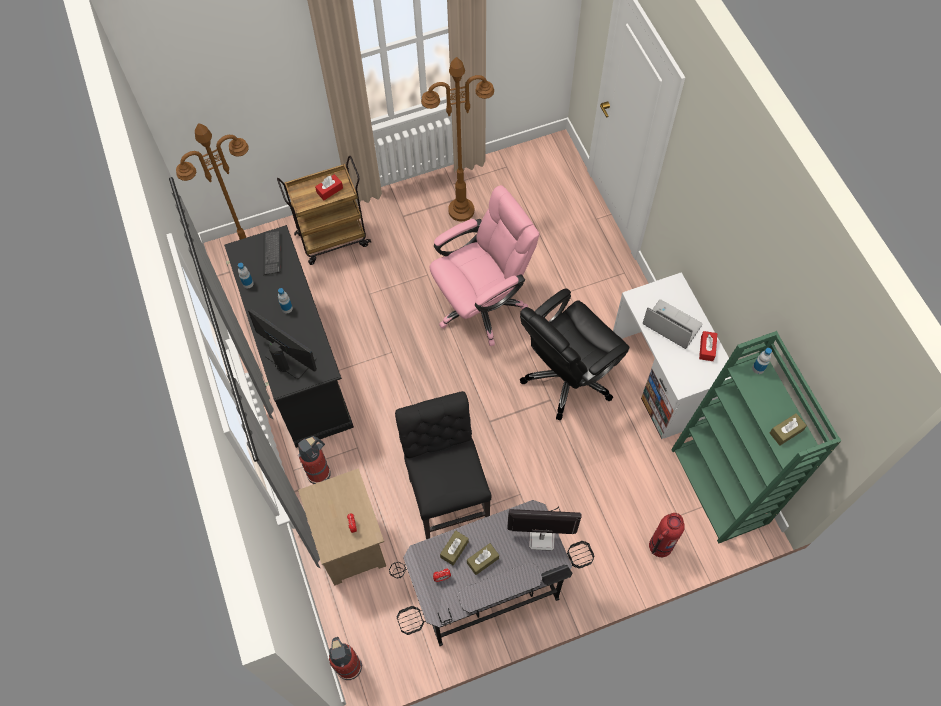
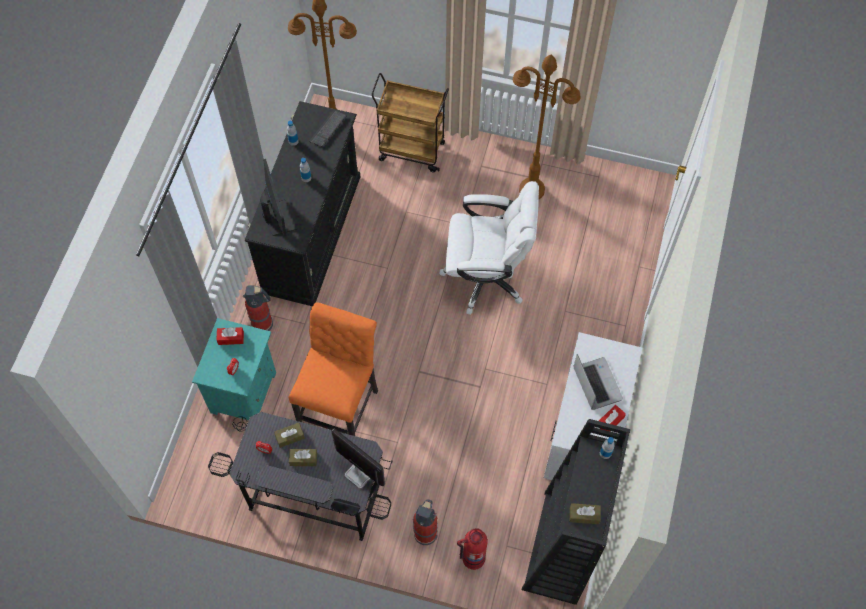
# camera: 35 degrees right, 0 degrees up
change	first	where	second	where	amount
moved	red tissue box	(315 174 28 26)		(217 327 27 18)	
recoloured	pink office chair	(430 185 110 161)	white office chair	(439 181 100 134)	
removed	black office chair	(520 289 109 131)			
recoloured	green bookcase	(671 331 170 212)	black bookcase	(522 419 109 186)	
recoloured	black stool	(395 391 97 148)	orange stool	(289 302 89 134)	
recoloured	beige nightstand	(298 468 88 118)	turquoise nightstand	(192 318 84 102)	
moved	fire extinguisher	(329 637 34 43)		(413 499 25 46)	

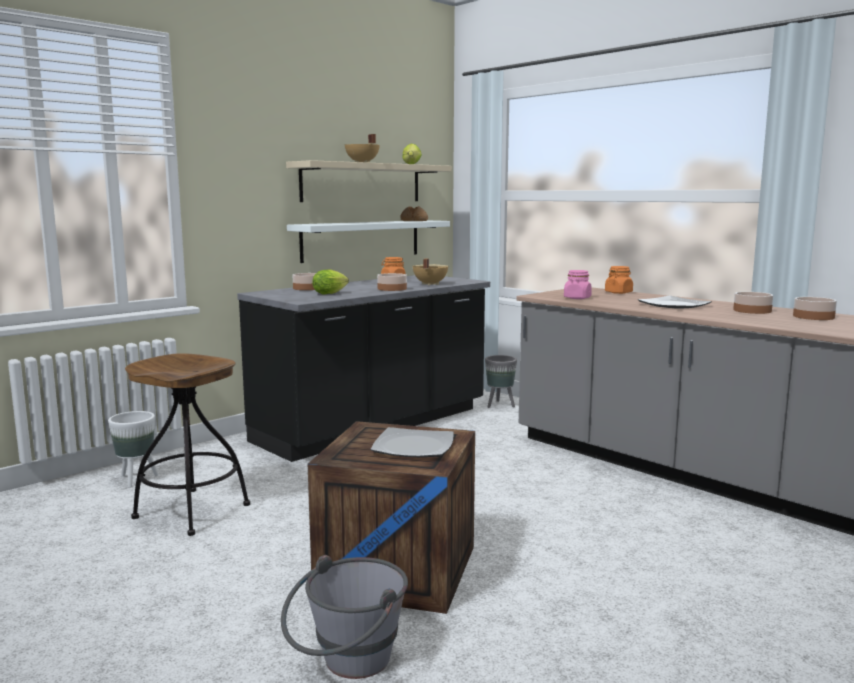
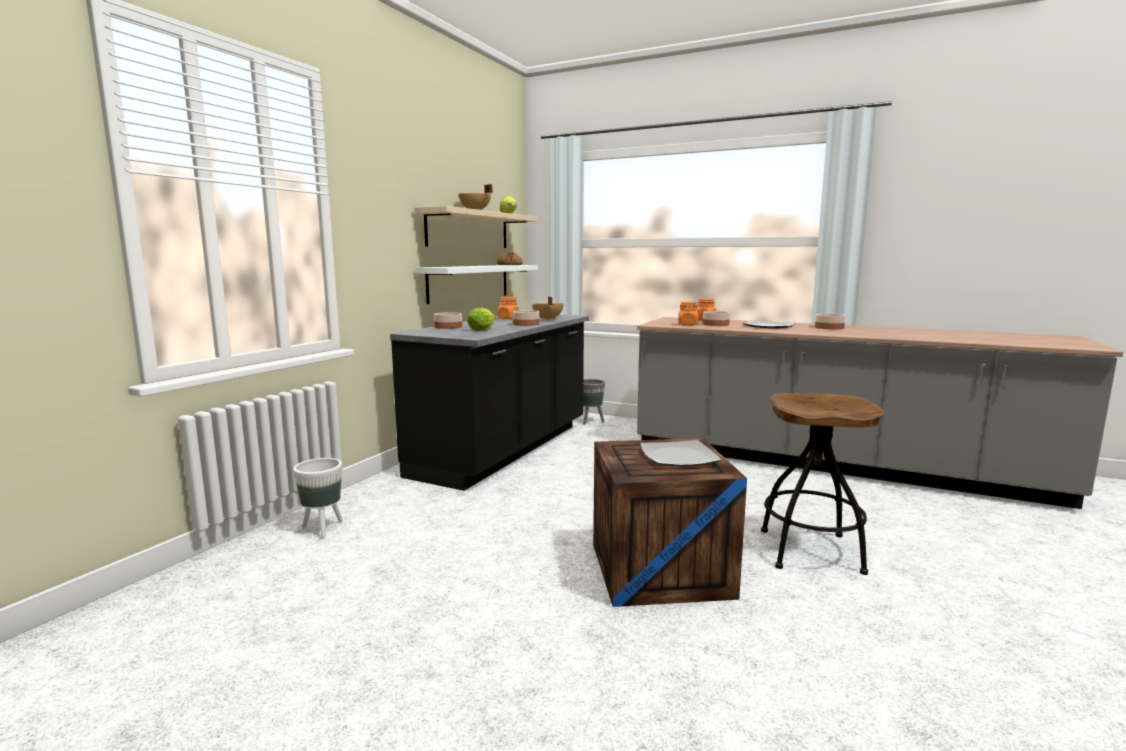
# camera: 20 degrees left, 0 degrees up
change	first	where	second	where	amount
recoloured	pink jar	(564 270 28 29)	orange jar	(678 302 20 24)	
moved	bowl	(793 297 44 23)		(703 311 27 15)	
moved	brown stool	(125 353 125 183)		(761 393 124 182)	
removed	grey bucket	(281 555 127 124)			

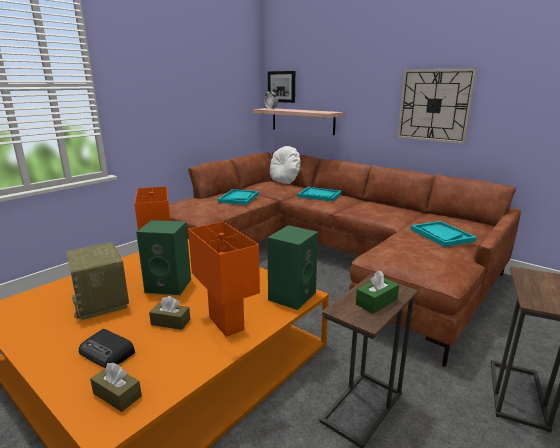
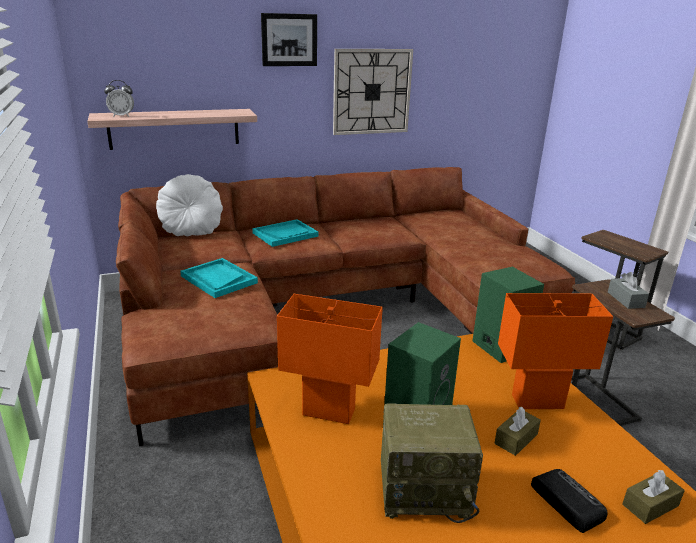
# camera: 60 degrees left, 5 degrees up
change	first	where	second	where	amount
moved	picture	(268 71 27 32)		(261 13 56 53)	
removed	turquoise tray	(411 221 66 26)			
recoloured	green tissue box	(356 270 43 44)	grey tissue box	(608 272 41 37)	
turned	radio	(79 329 56 39)		(531 469 76 64)	90 degrees counterclockwise

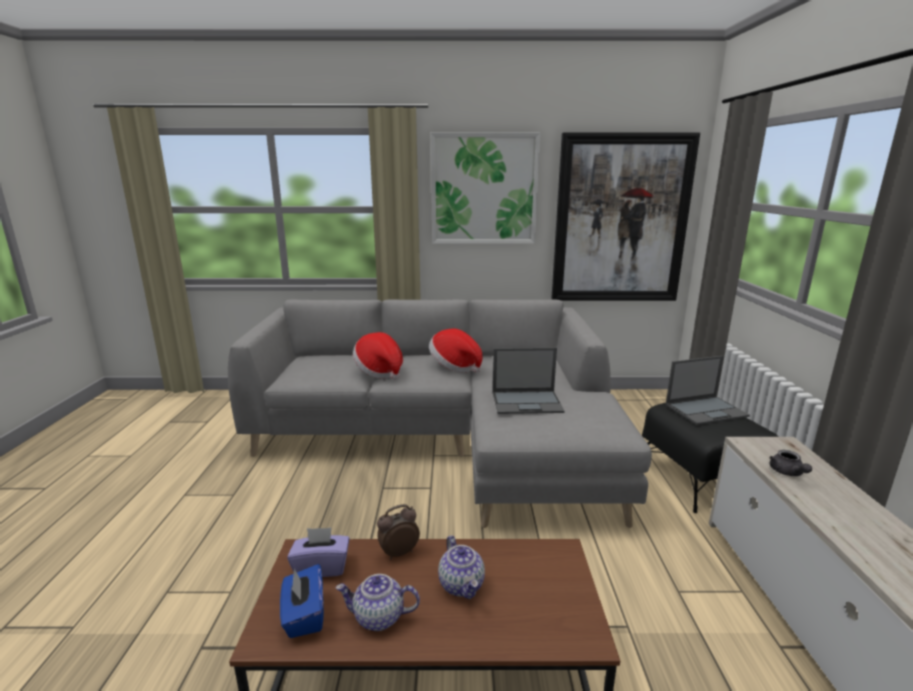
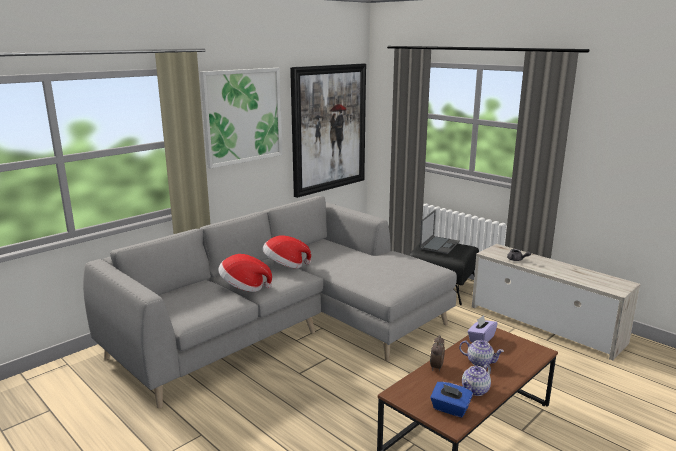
# camera: 45 degrees left, 0 degrees up
change	first	where	second	where	amount
removed	laptop	(493 348 72 66)			
moved	purple tissue box	(287 528 63 49)		(468 315 30 27)	

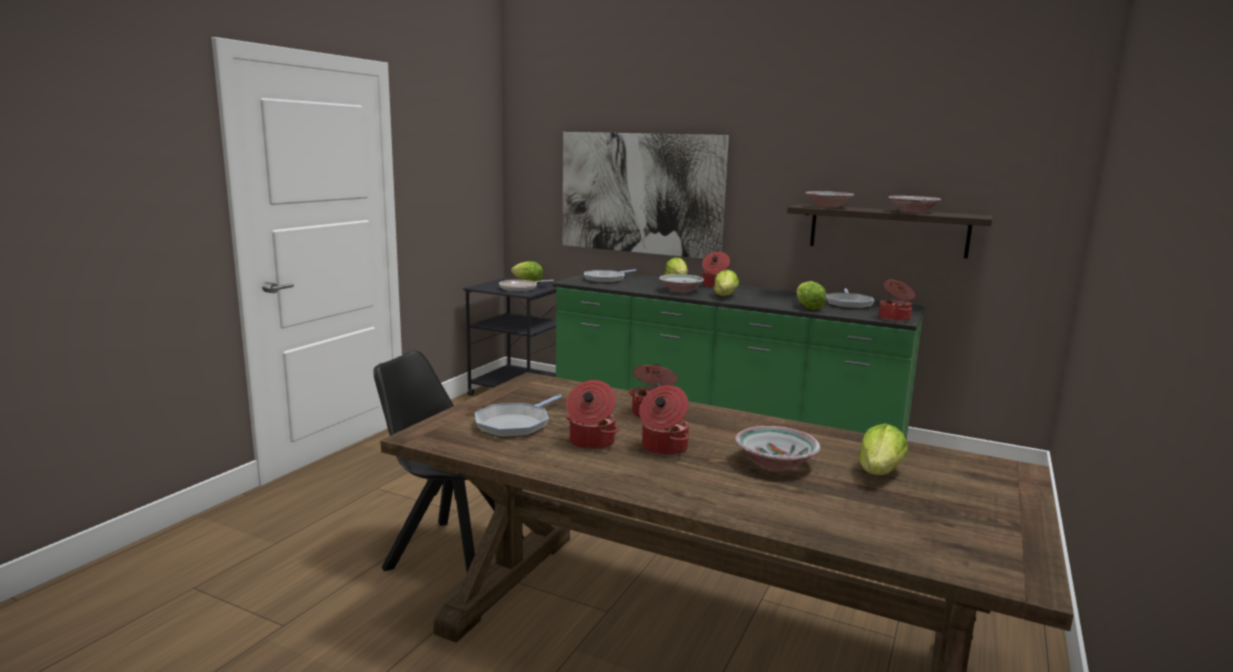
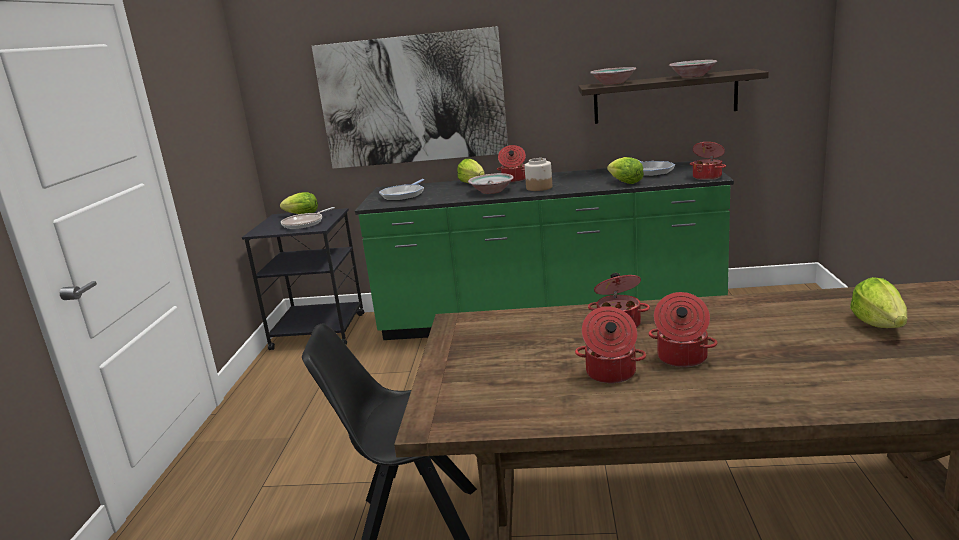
# camera: 20 degrees left, 5 degrees up
change	first	where	second	where	amount
replaced	lettuce	(714 269 25 27)	jar	(524 158 28 33)	
removed	frying pan	(475 394 87 44)			
removed	bowl	(735 426 85 45)			

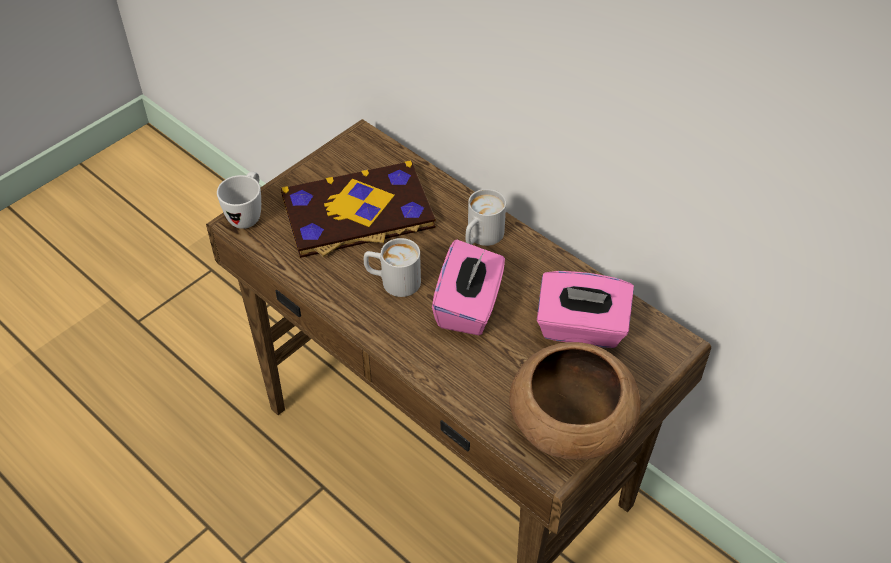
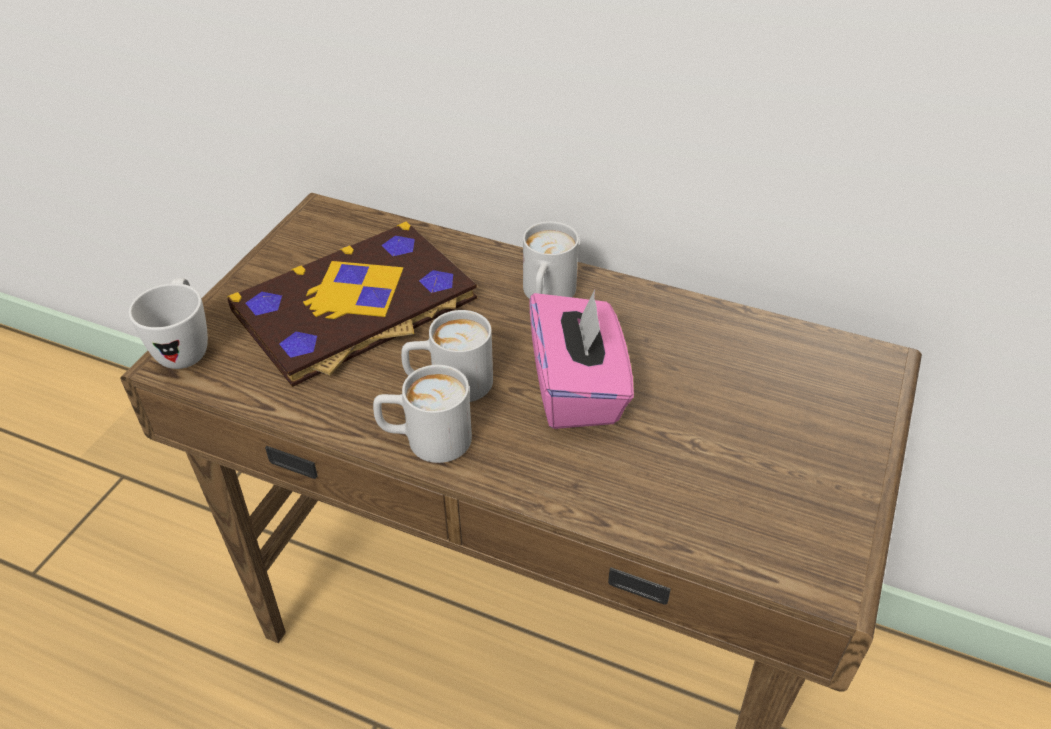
# camera: 20 degrees left, 5 degrees down
change	first	where	second	where	amount
removed	pink tissue box	(537 271 97 77)			
removed	brown bowl	(509 342 132 118)			
added			white mug	(373 365 99 98)	

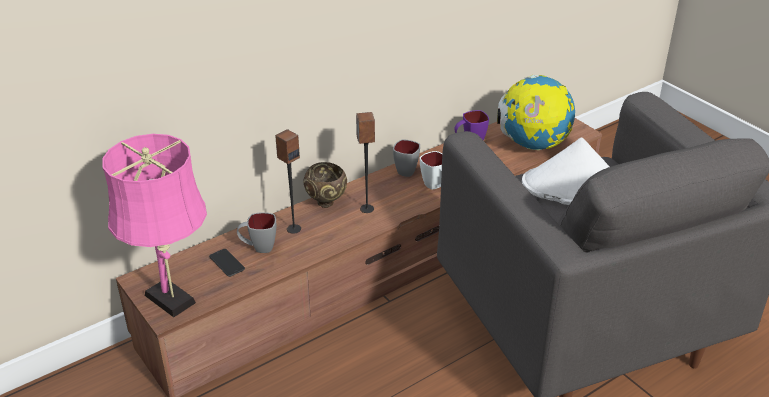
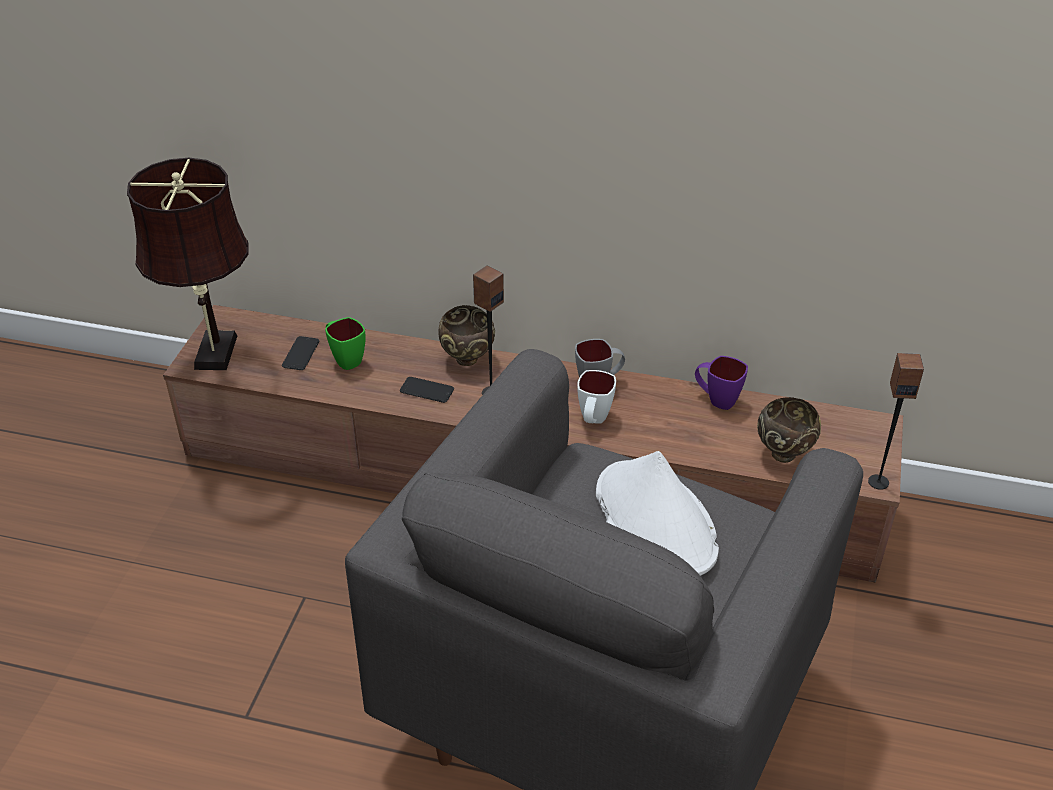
# camera: 50 degrees right, 5 degrees up
change	first	where	second	where	amount
replaced	globe	(497 75 78 75)	brown bowl	(757 397 64 66)	
moved	speaker	(275 129 26 105)		(868 353 56 137)	
recoloured	pink table lamp	(102 134 105 184)	brown table lamp	(127 158 121 212)	
recoloured	grey mug	(237 212 39 41)	green mug	(325 317 41 53)	
added			phone	(400 377 54 26)	

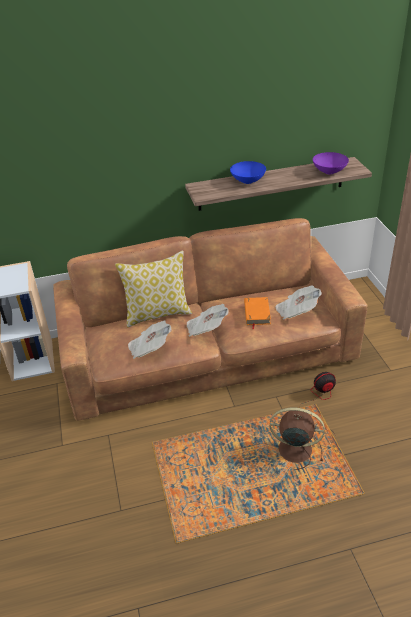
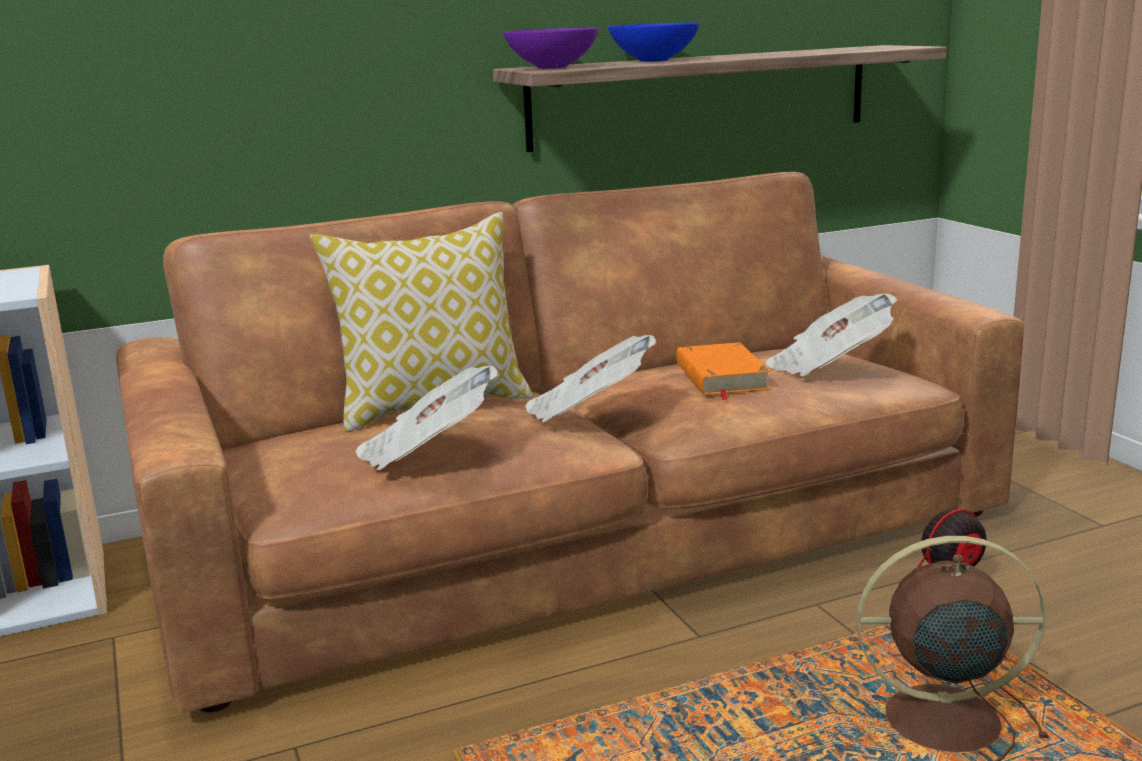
# camera: 10 degrees left, 20 degrees down
change	first	where	second	where	amount
moved	purple bowl	(313 152 36 22)		(503 28 96 41)	

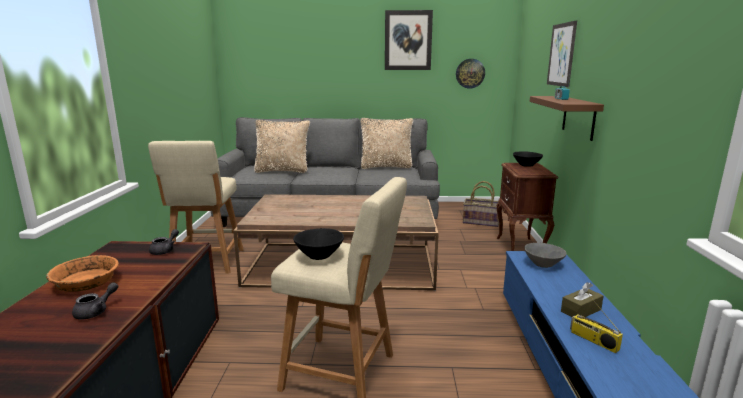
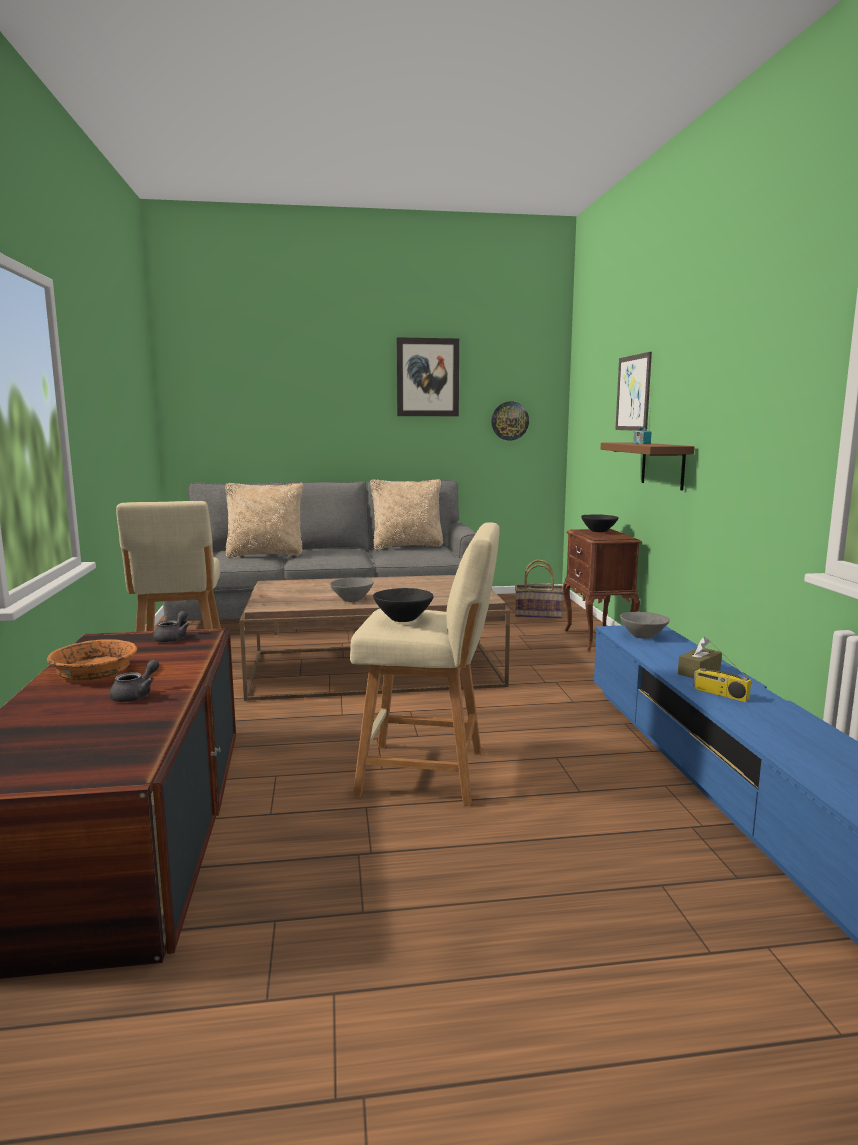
# camera: 10 degrees left, 5 degrees down
change	first	where	second	where	amount
added			grey bowl	(330 577 44 25)	

